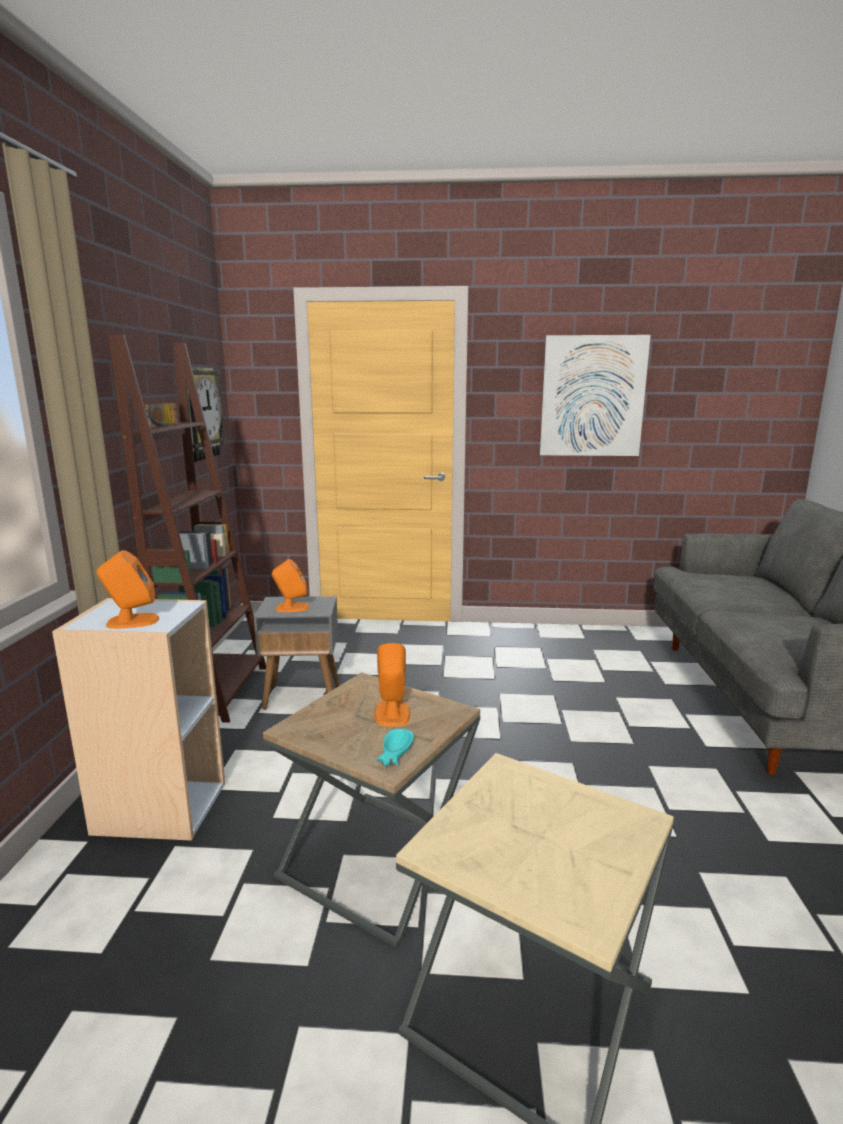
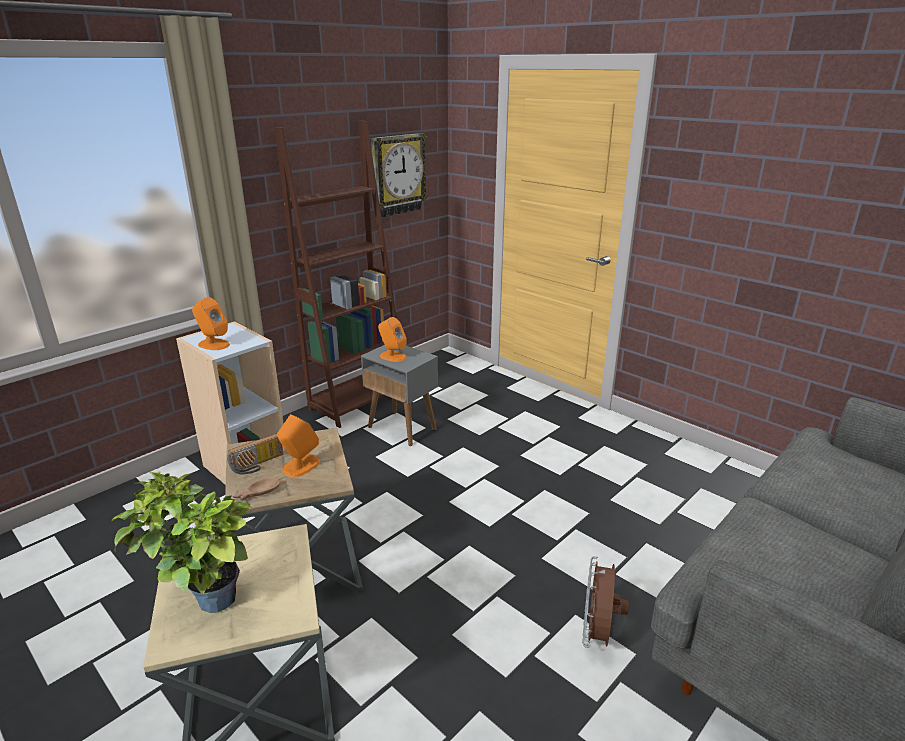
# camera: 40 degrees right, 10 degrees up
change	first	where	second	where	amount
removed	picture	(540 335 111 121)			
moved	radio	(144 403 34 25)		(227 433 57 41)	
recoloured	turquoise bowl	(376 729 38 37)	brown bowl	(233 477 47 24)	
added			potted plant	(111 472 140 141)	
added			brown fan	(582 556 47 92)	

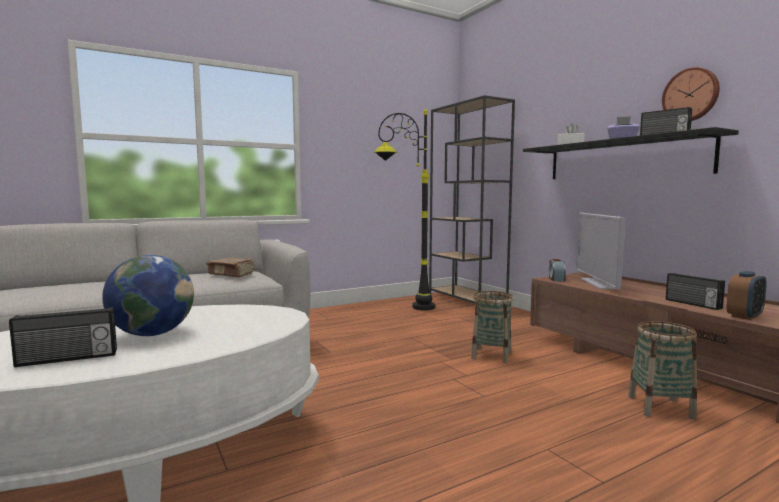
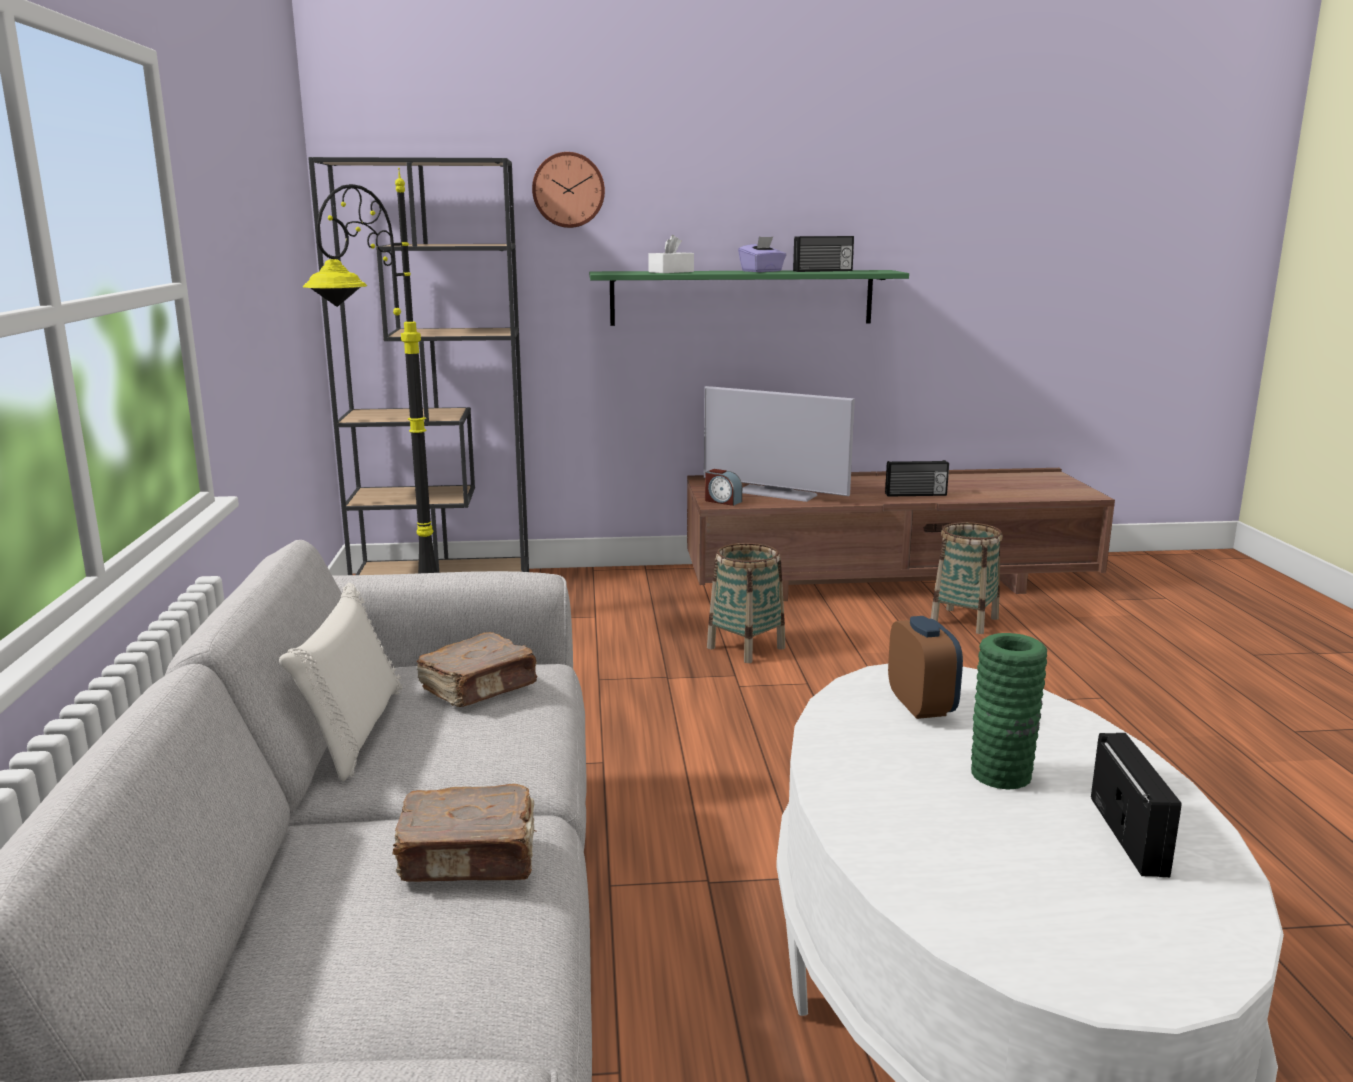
# camera: 65 degrees left, 10 degrees up
change	first	where	second	where	amount
moved	wall clock	(662 67 58 54)		(532 152 73 76)	
recoloured	black shelf	(523 127 216 52)	green shelf	(589 270 320 56)	
replaced	globe	(102 255 92 81)	green vase	(971 633 76 156)	
moved	alarm clock	(727 271 40 49)		(888 616 75 103)	
added			white pillow	(279 583 124 198)	
added			brown book	(392 784 146 98)	

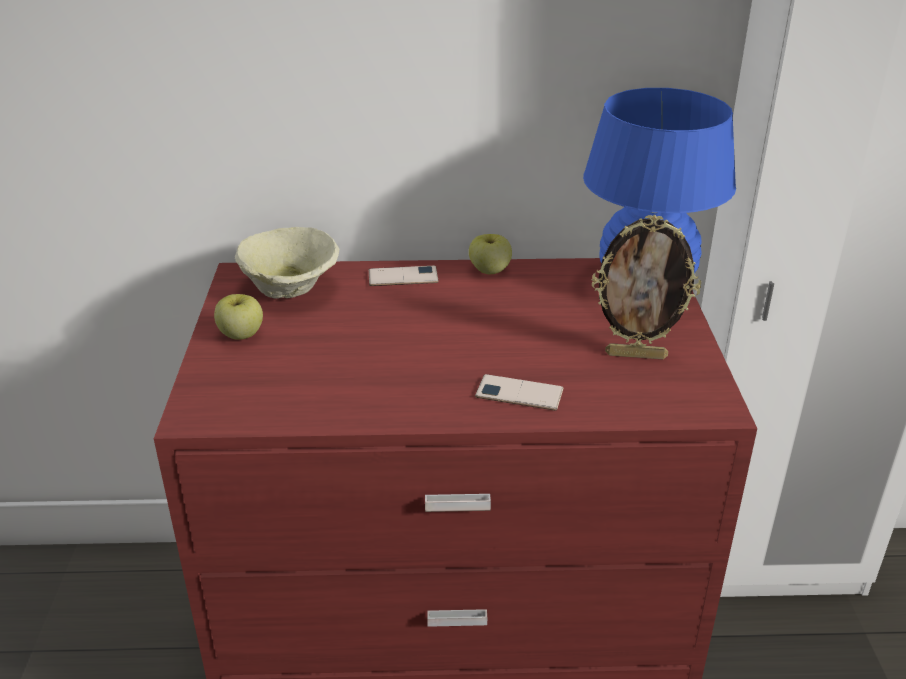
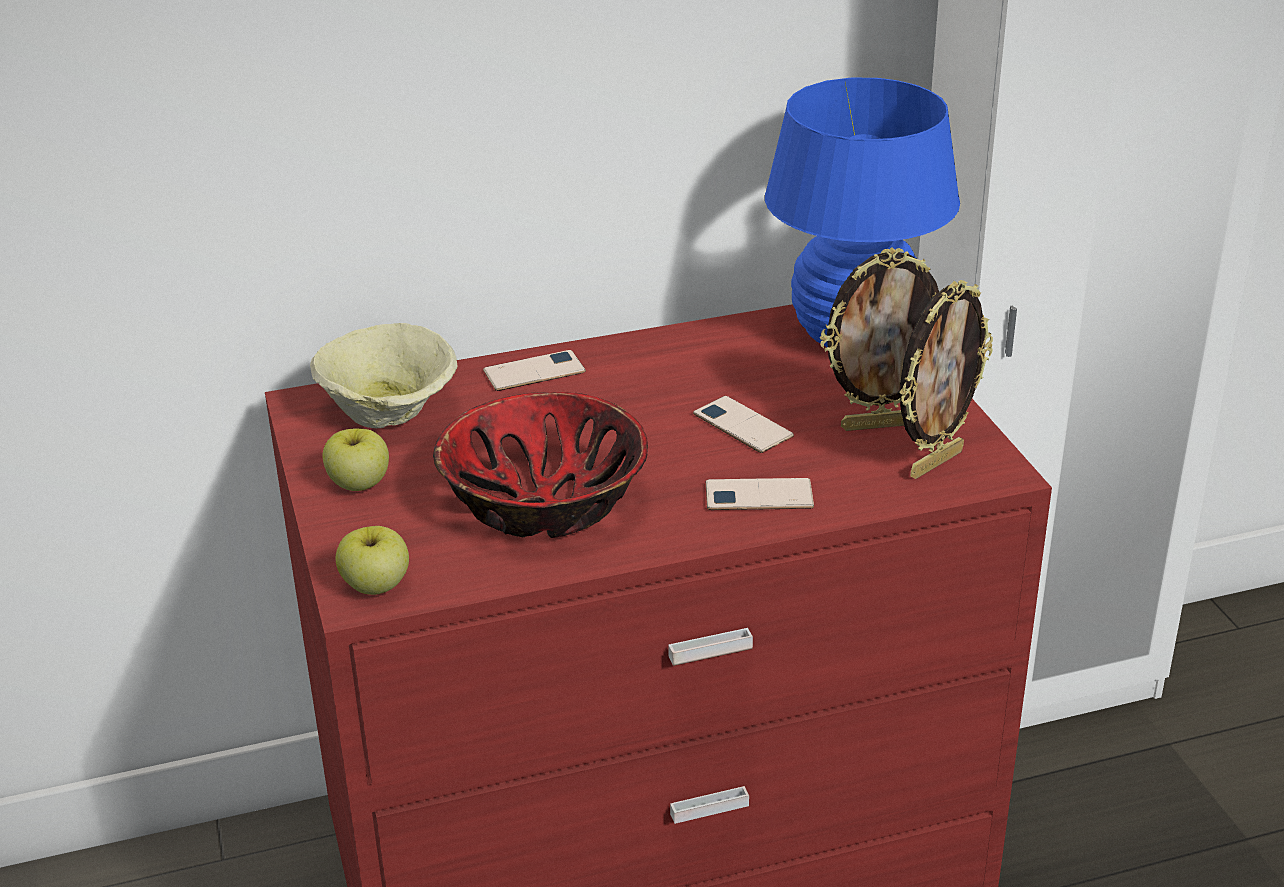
# camera: 15 degrees left, 0 degrees up
change	first	where	second	where	amount
moved	apple	(469 234 43 40)		(336 526 73 69)	
added			picture frame	(900 280 93 199)	
added			bowl	(433 392 215 146)	
added			phone	(693 396 101 57)	

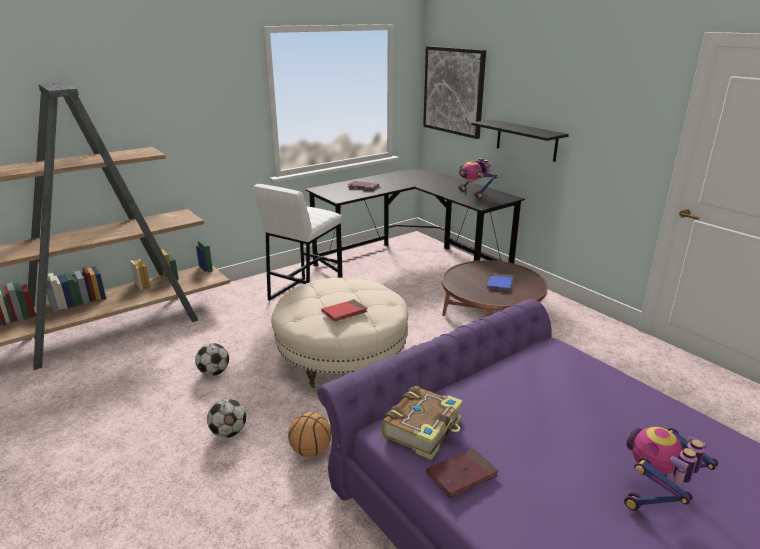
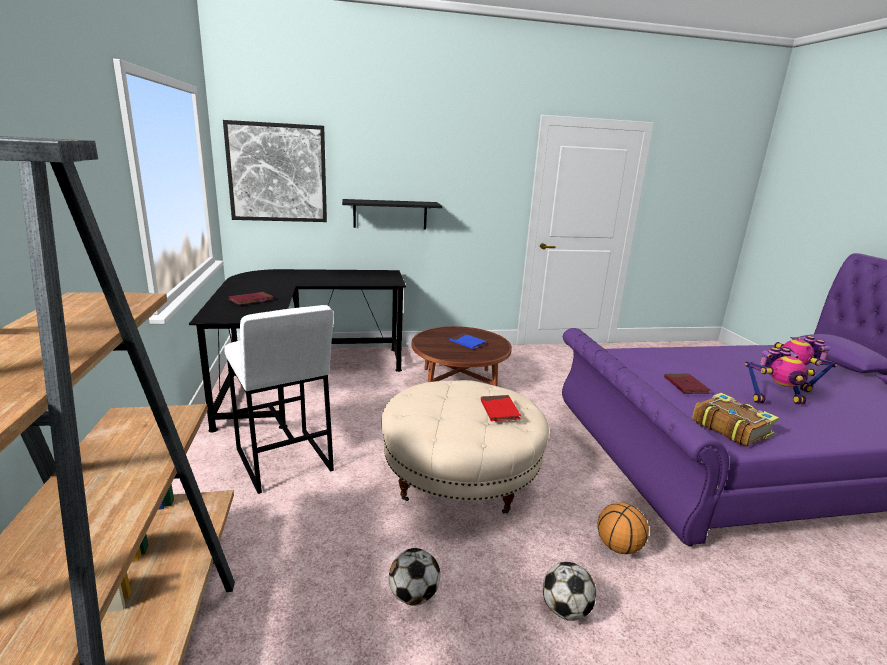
# camera: 65 degrees left, 5 degrees down
change	first	where	second	where	amount
moved	toy robot	(459 158 39 41)		(745 347 71 57)	
moved	red book	(426 449 73 49)		(664 373 46 21)	

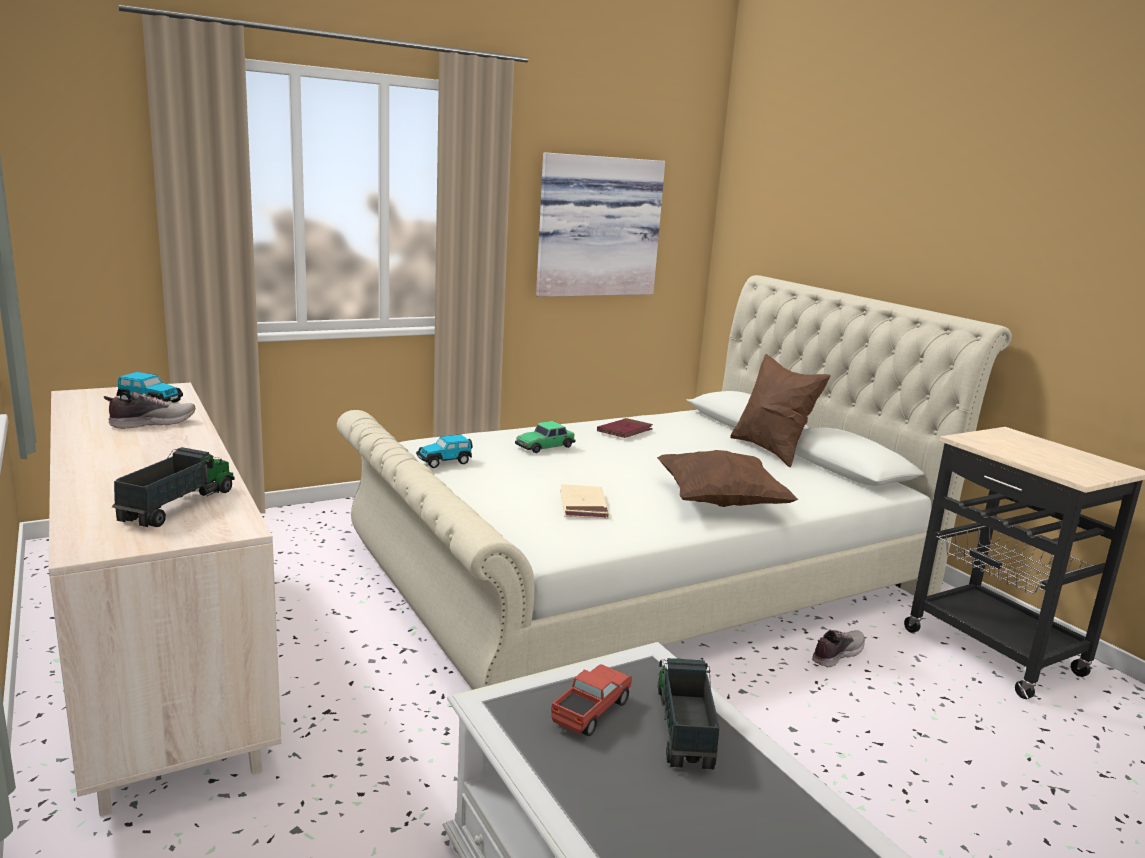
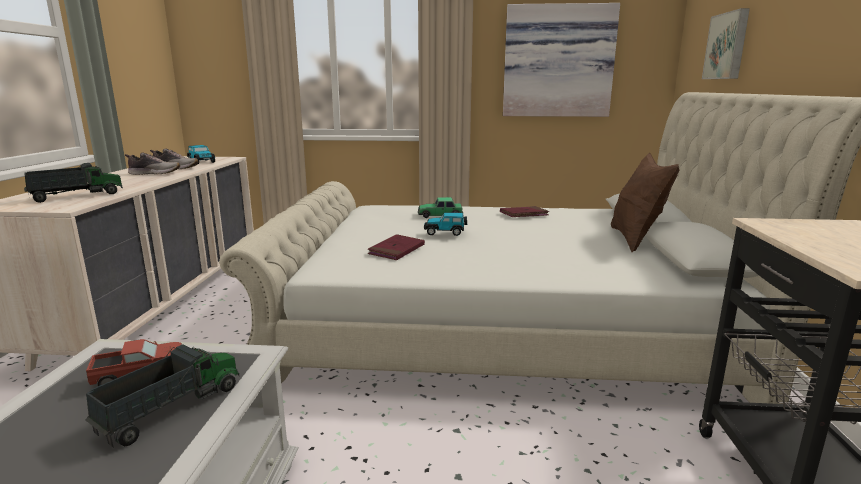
# camera: 35 degrees right, 0 degrees up
change	first	where	second	where	amount
moved	toy car	(416 434 57 34)		(424 213 43 23)	
removed	brown pillow	(657 450 142 57)			
recoloured	beige book	(560 484 49 35)	red book	(368 234 57 26)	
moved	shoe	(812 630 53 37)		(125 153 55 22)	
added			picture	(702 8 48 71)	

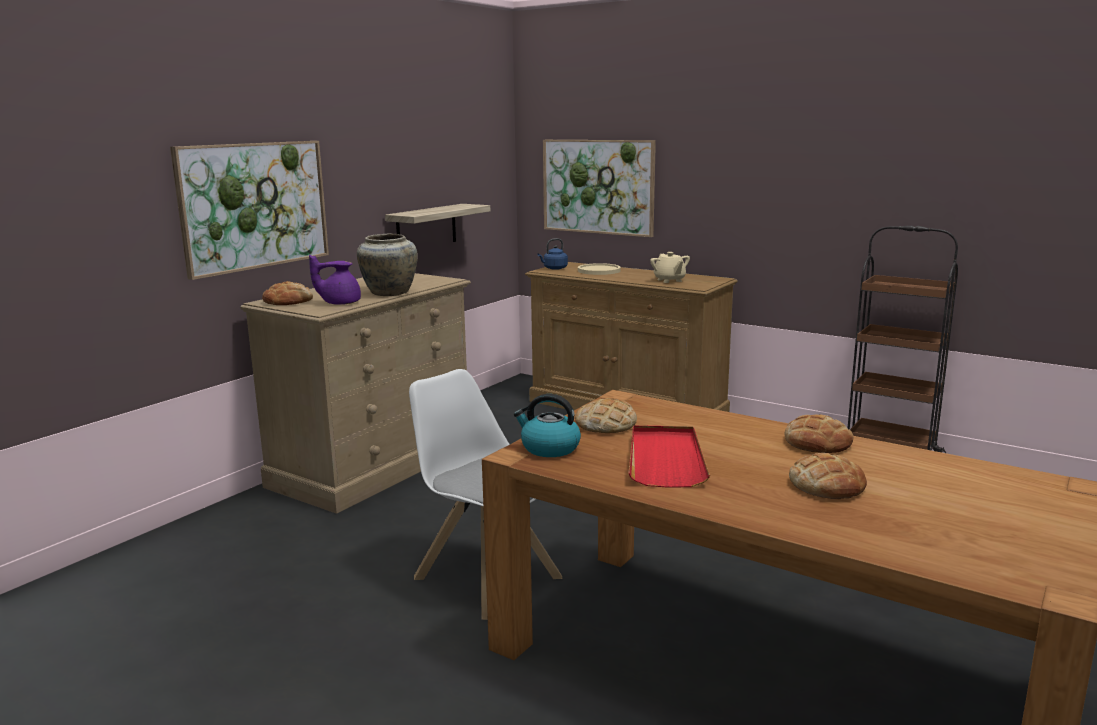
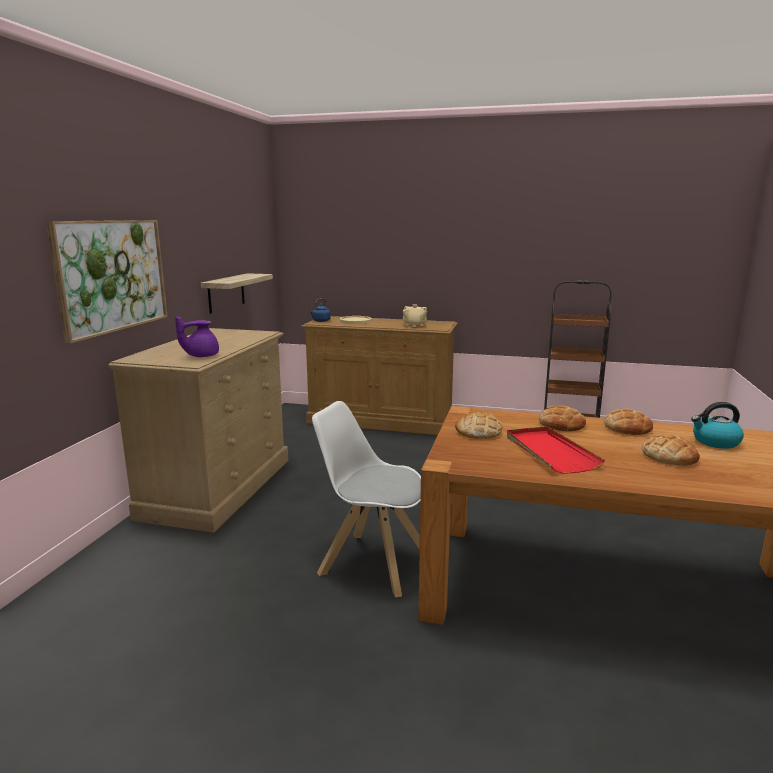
# camera: 20 degrees left, 0 degrees up
change	first	where	second	where	amount
removed	picture	(543 140 113 97)			
removed	beige vase	(357 234 61 62)			
moved	bread	(262 281 51 24)		(539 405 47 26)	
moved	kettle	(514 394 67 63)		(691 402 53 47)	

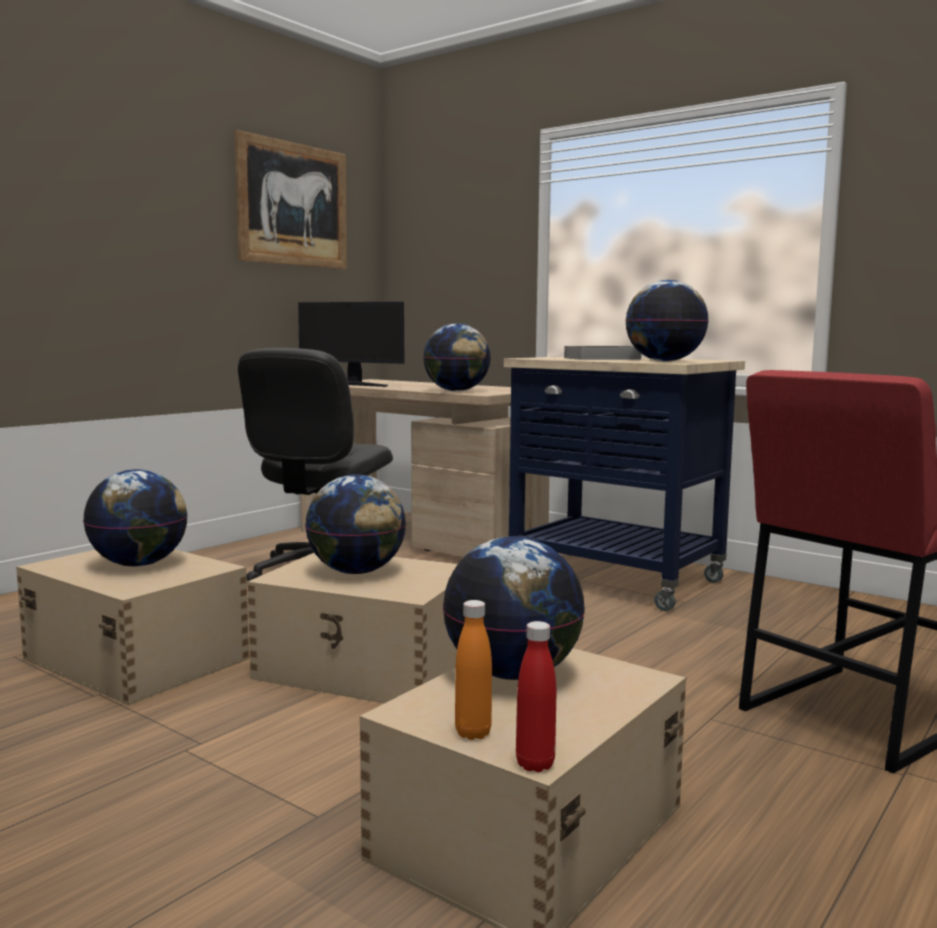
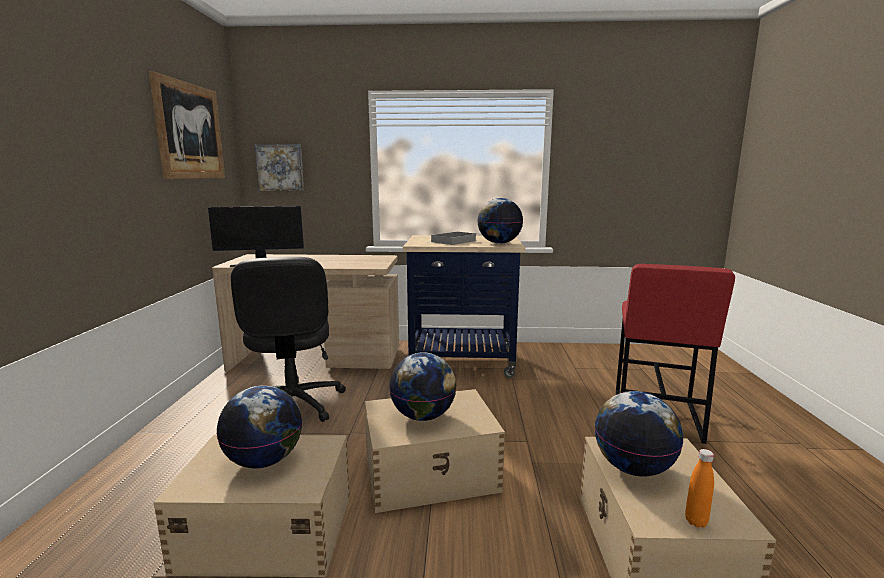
# camera: 35 degrees left, 5 degrees up
change	first	where	second	where	amount
removed	globe	(423 323 68 68)			
removed	red bottle	(516 621 40 151)			
added			picture	(255 144 49 47)	

